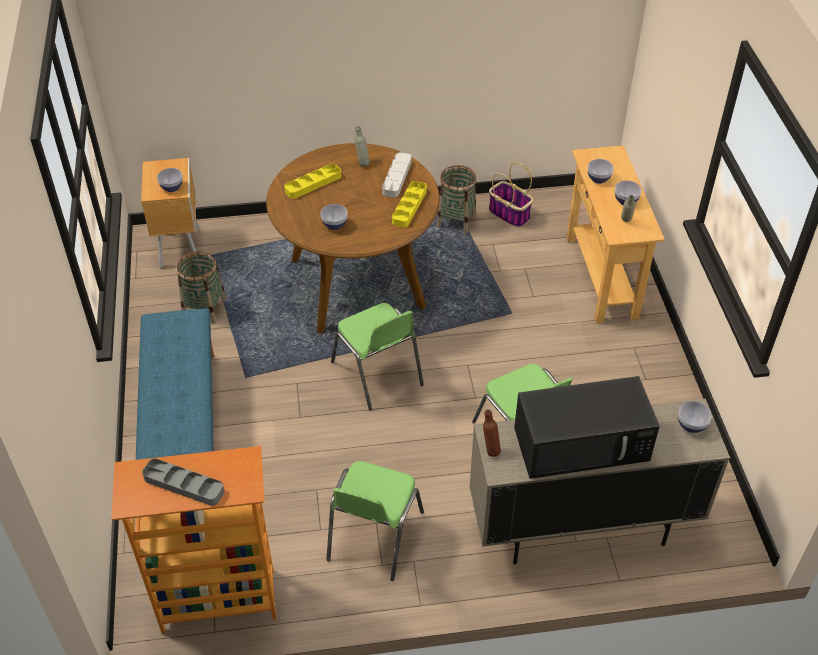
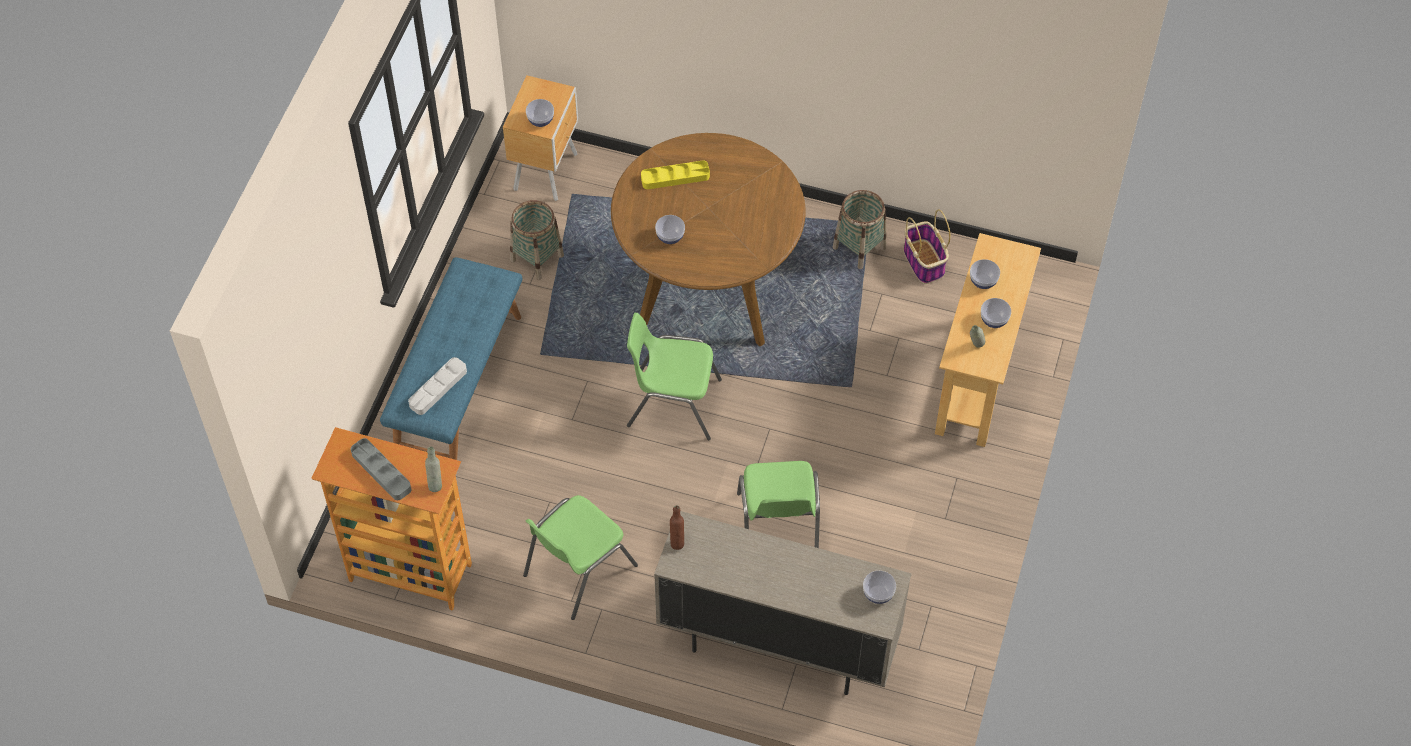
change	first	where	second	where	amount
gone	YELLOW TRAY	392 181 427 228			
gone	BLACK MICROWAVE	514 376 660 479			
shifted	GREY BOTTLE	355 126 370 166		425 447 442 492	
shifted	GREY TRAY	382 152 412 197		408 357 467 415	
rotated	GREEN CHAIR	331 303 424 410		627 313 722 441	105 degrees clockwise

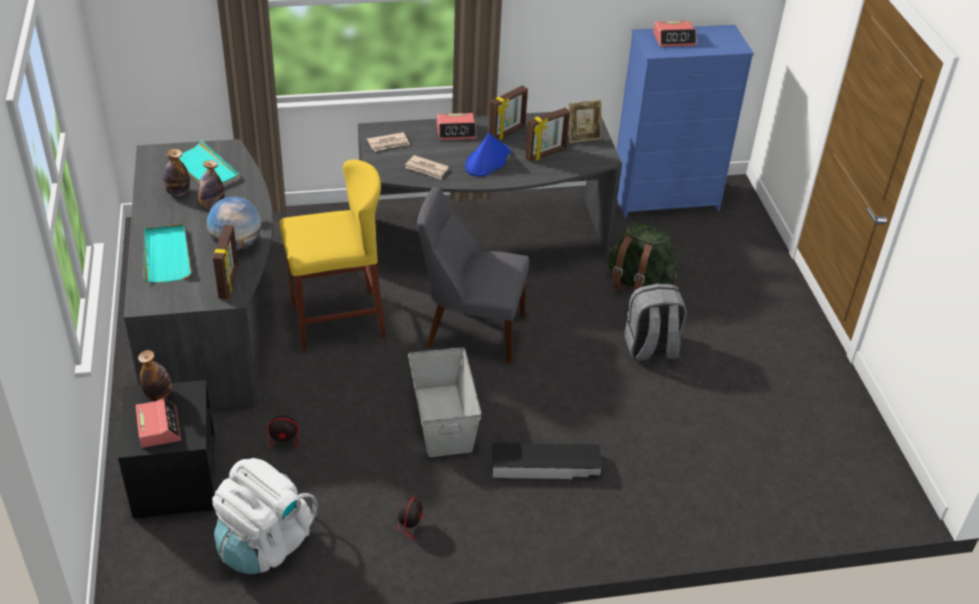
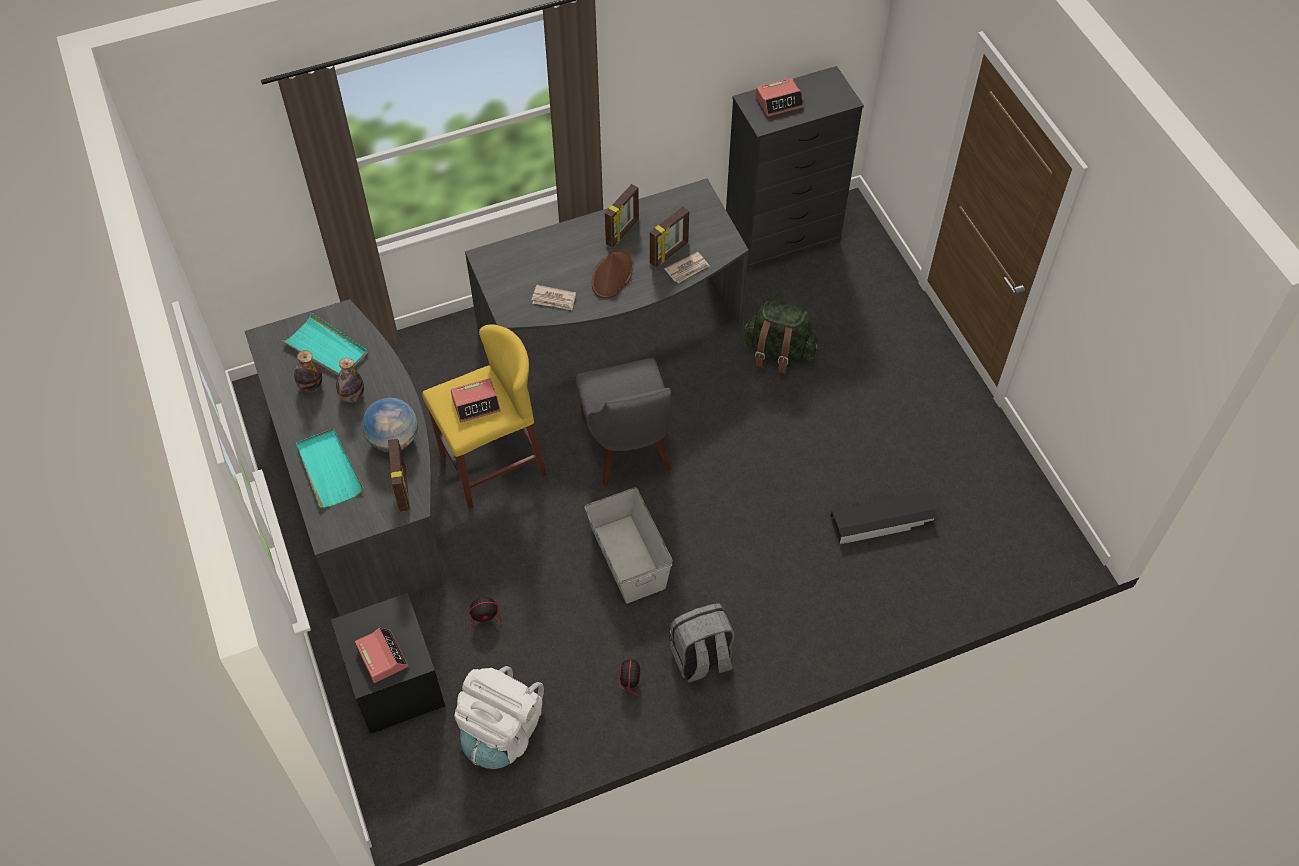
change	first	where	second	where	amount
gone	BOTTLE	138 350 172 401			
gone	PICTURE FRAME	569 100 602 143			
shifted	NEWSPAPER	367 132 410 151		664 252 709 283	
shifted	ALARM CLOCK	437 113 476 140		451 378 501 422	
shifted	BLACK STORAGE BOX	492 443 602 479		830 492 938 545	
shifted	GREY BACKPACK	624 284 687 361		669 603 734 683	
repainted	BLUE HAT	465 133 510 176	BROWN HAT	592 250 634 298	
repainted	BLUE DRESSER	616 25 754 218	BLACK DRESSER	726 66 864 272	
rotated	GREY CHAIR	417 187 529 363		576 358 672 486	105 degrees counterclockwise

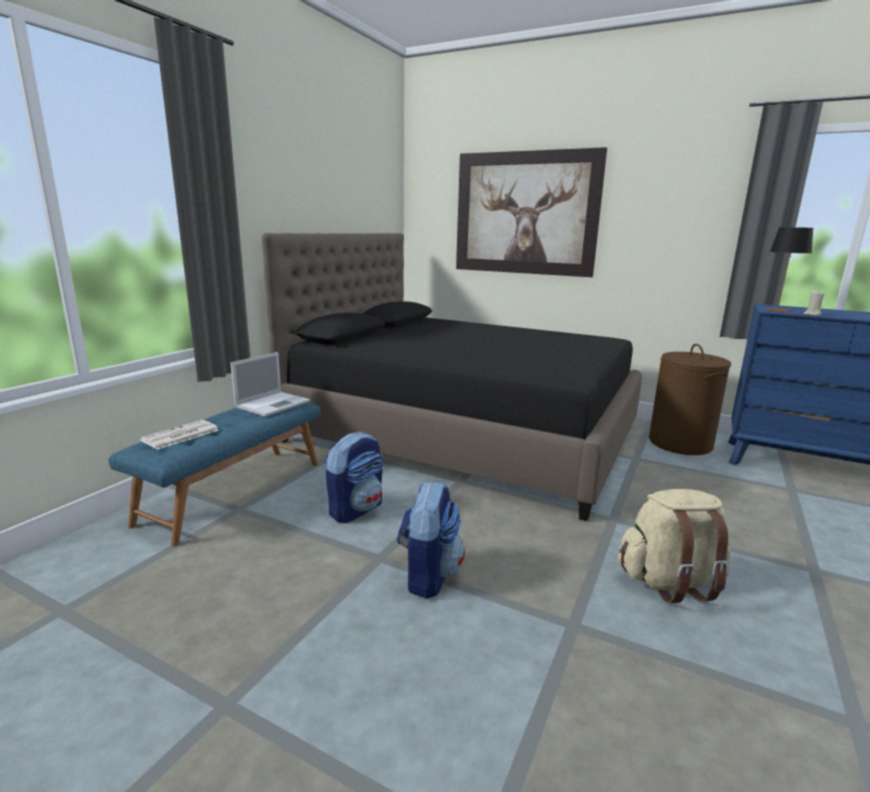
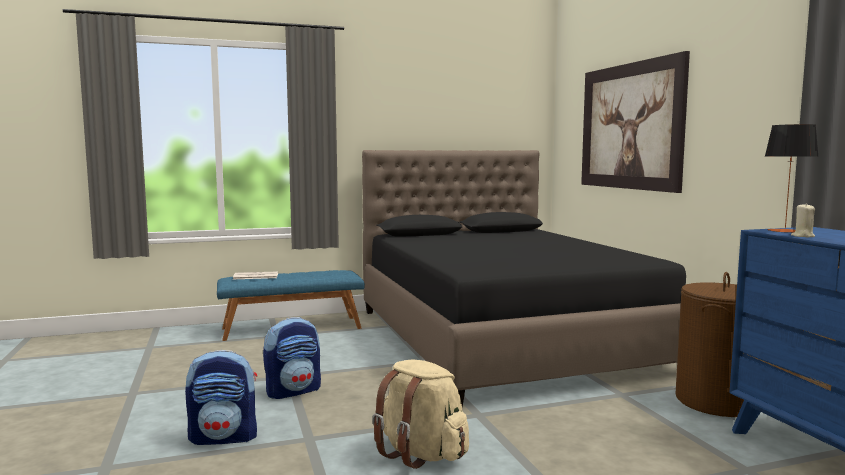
change	first	where	second	where	amount
gone	LAPTOP	230 352 310 417			
shifted	BACKPACK	325 432 383 523		185 350 257 445	

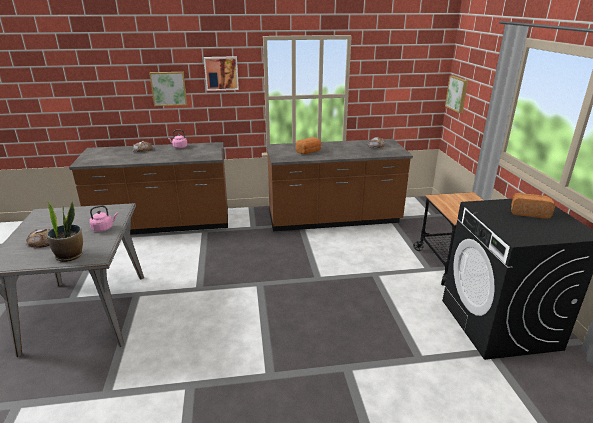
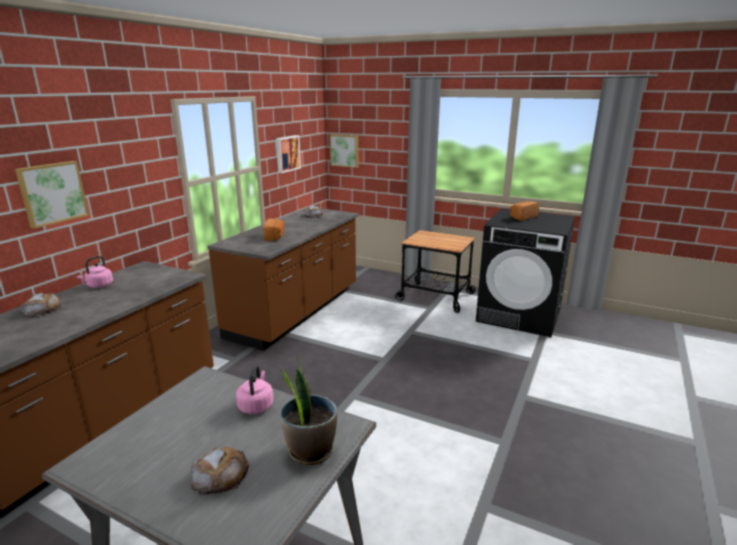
change	first	where	second	where	amount
shifted	PICTURE	204 56 239 91		276 135 301 173	

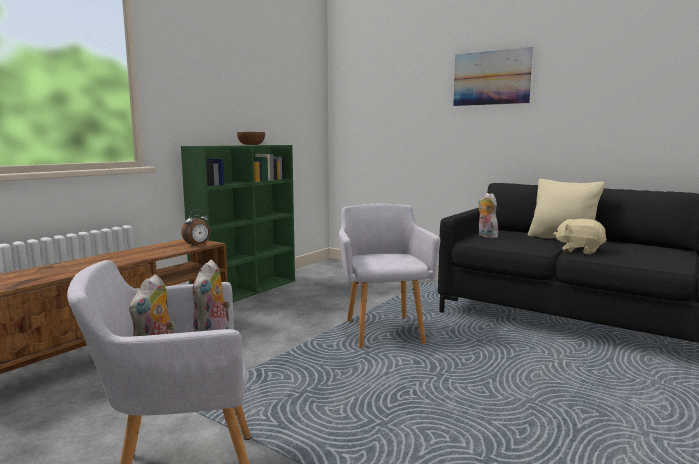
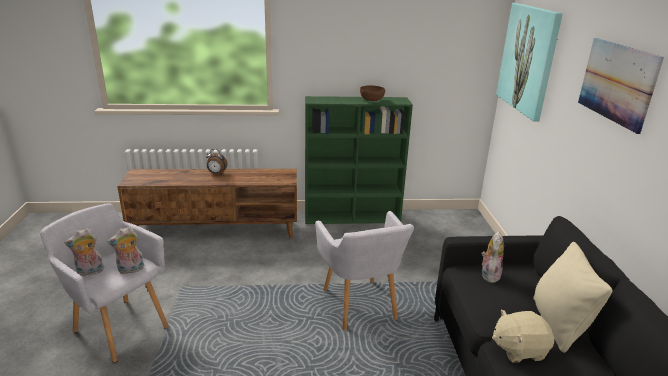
change	first	where	second	where	amount
new			PICTURE	496 3 563 121	
shifted	ALARM CLOCK	181 209 210 247		206 149 228 174	
rotated	GREY ARMCHAIR	339 204 440 348		315 211 414 330	120 degrees clockwise
rotated	BEIGE PLUSH TOY	554 219 607 254		492 309 554 363	90 degrees counterclockwise

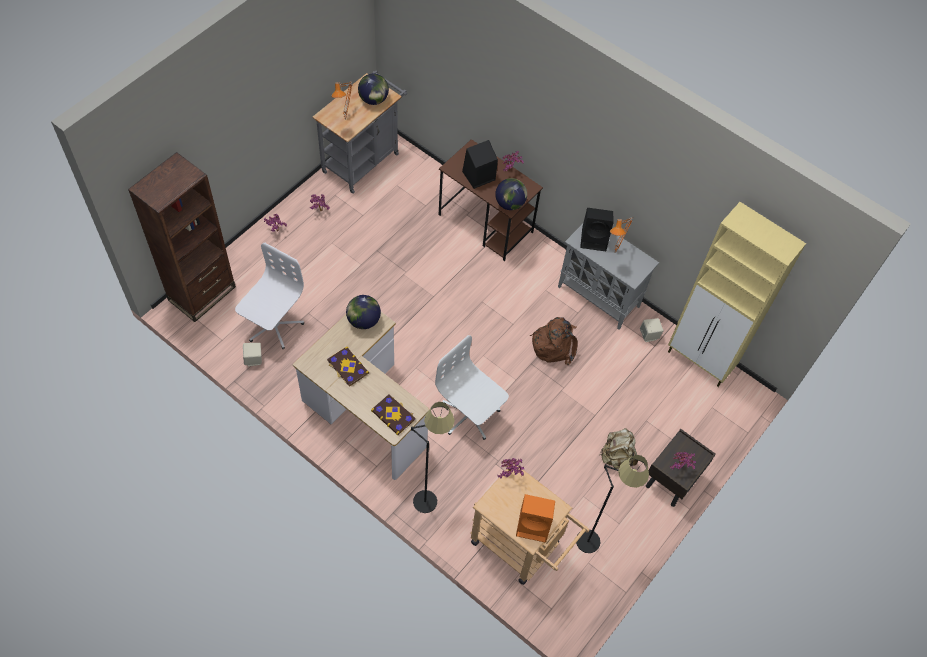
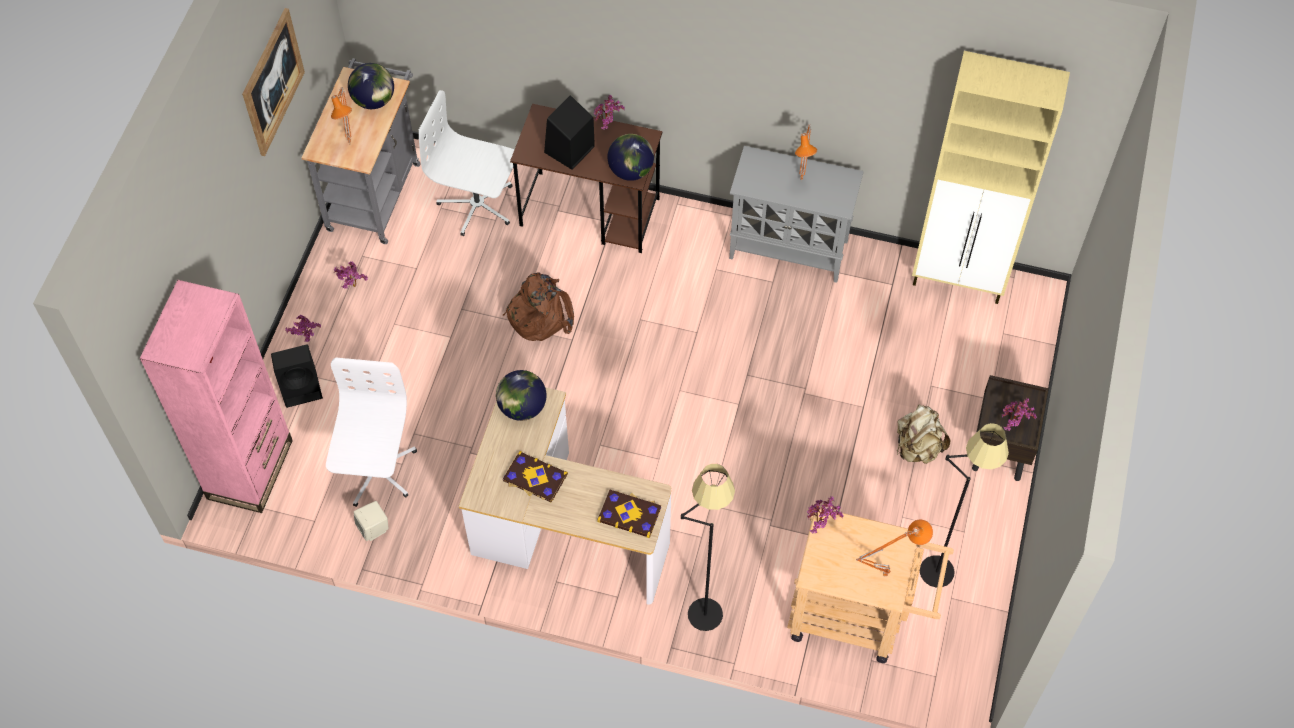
change	first	where	second	where	amount
gone	BEIGE SPEAKER	640 318 664 342			
new			PICTURE	242 8 305 156	
shifted	WHITE OFFICE CHAIR	435 335 509 440		419 90 514 236	
shifted	BROWN BACKPACK	530 317 578 365		503 272 574 341	
shifted	BLACK SPEAKER	580 208 614 251		271 344 323 408	
swapped	ORANGE SPEAKER	516 494 555 543	ORANGE TABLE LAMP	856 520 933 577	
repainted	BROWN BOOKCASE	128 152 236 322	PINK BOOKCASE	140 280 293 513	

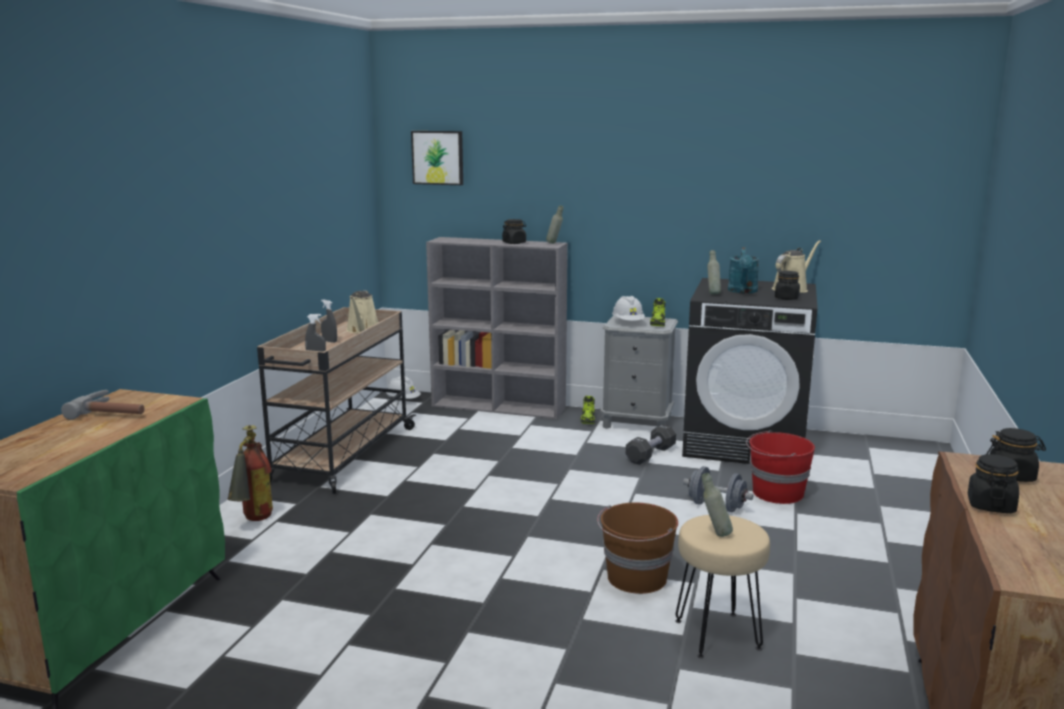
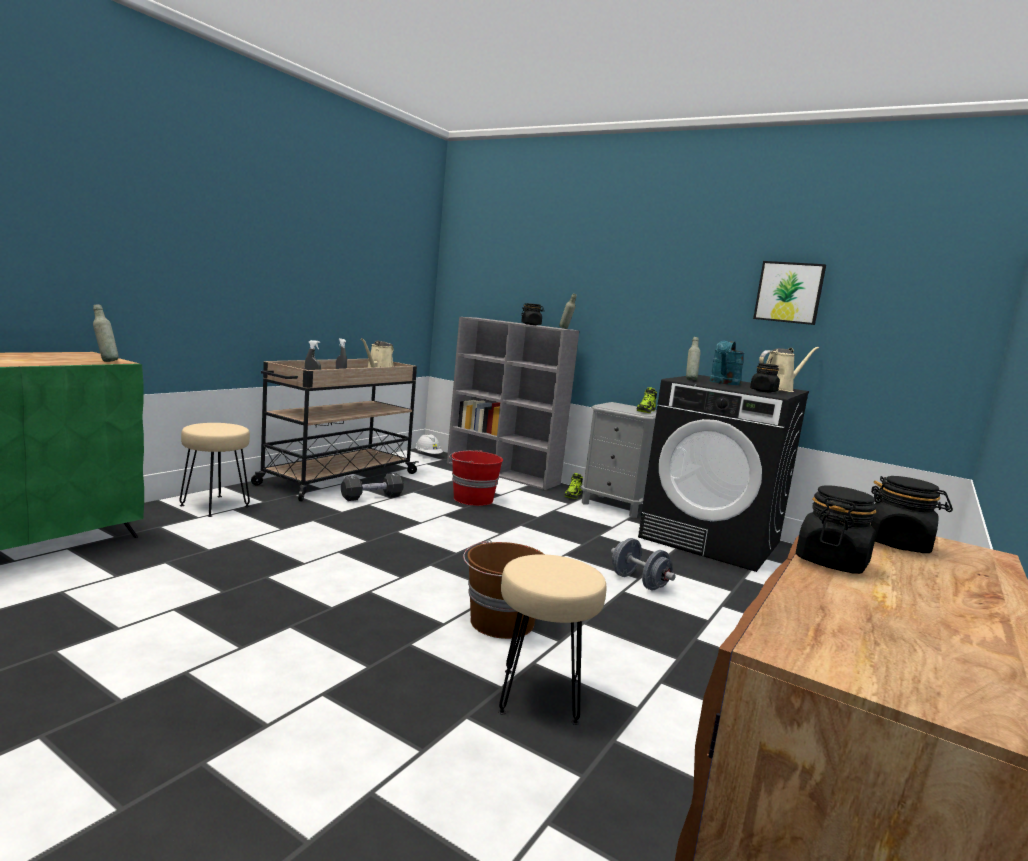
change	first	where	second	where	amount
gone	HAMMER	61 390 144 420			
gone	WHITE HARD HAT	612 296 645 321			
shifted	PICTURE	411 131 463 185		753 261 826 325	
shifted	BLACK DUMBBELL	626 424 676 465		341 473 404 501	
shifted	GREY BOTTLE	702 473 733 537		93 304 119 362	
shifted	RED BUCKET	746 430 815 504		449 450 503 506	
swapped	FIRE EXTINGUISHER	228 425 273 521	BEIGE STOOL	179 423 250 517	

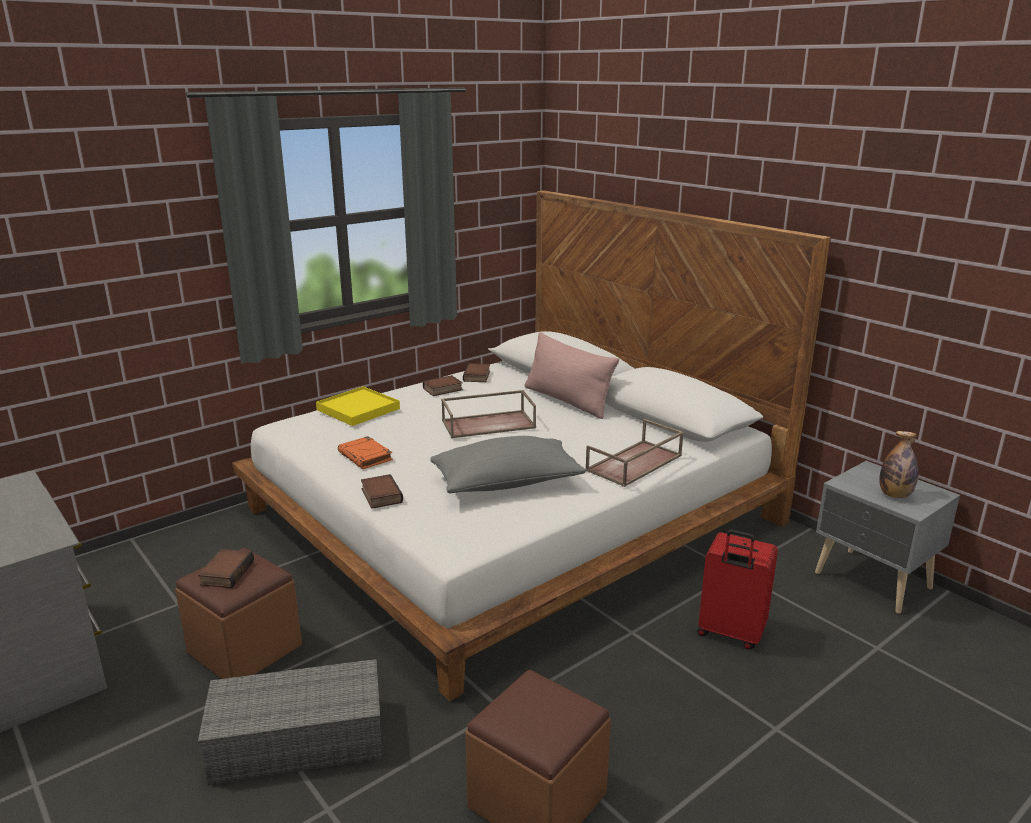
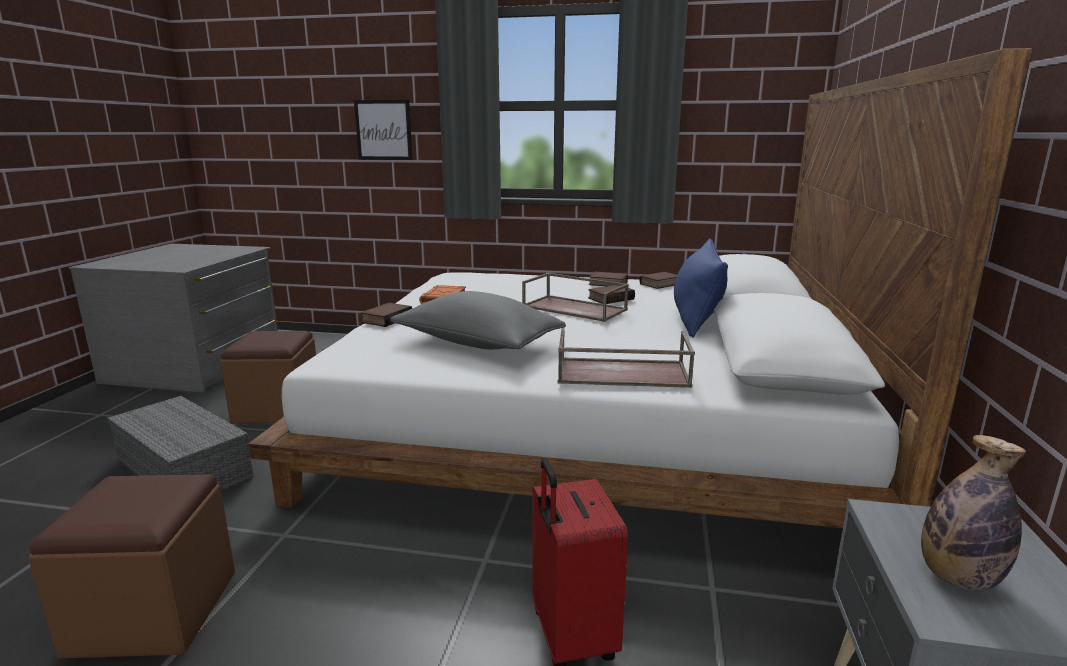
change	first	where	second	where	amount
gone	YELLOW TRAY	316 386 400 426			
new			PICTURE	354 100 412 160	
shifted	BOOK	198 549 254 588		588 285 635 304	
repainted	PINK PILLOW	525 332 619 419	BLUE PILLOW	674 238 728 338	

